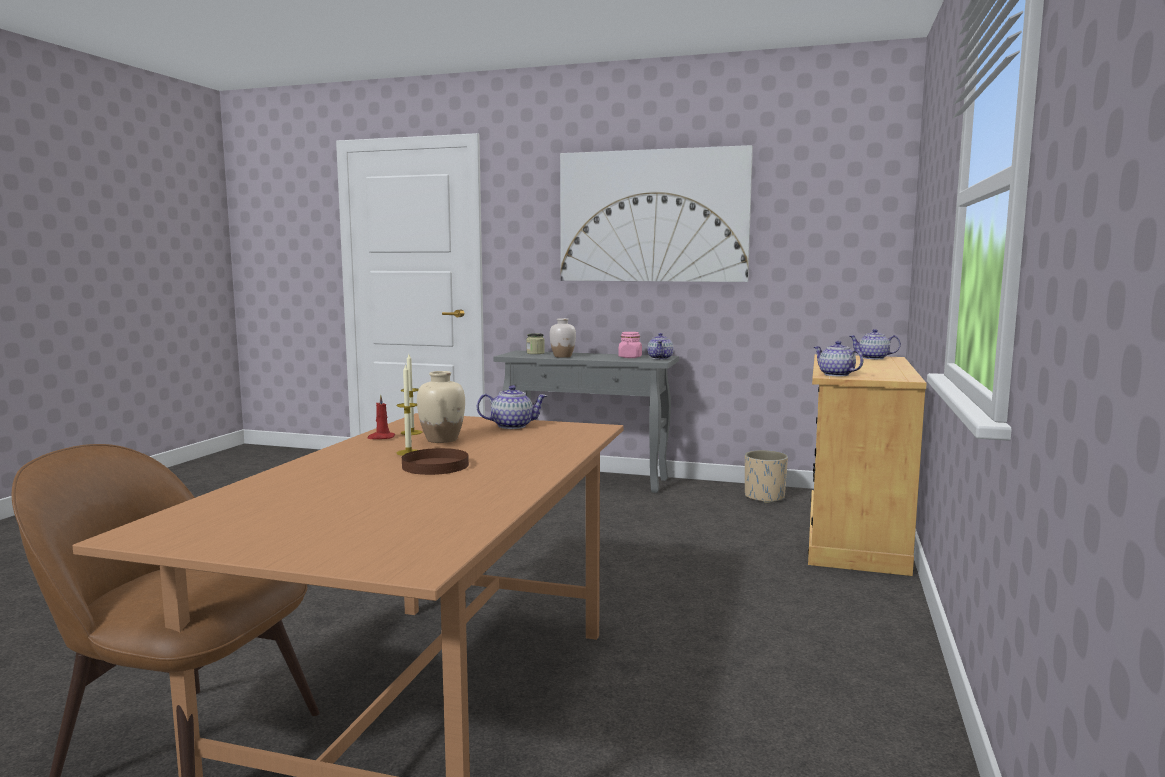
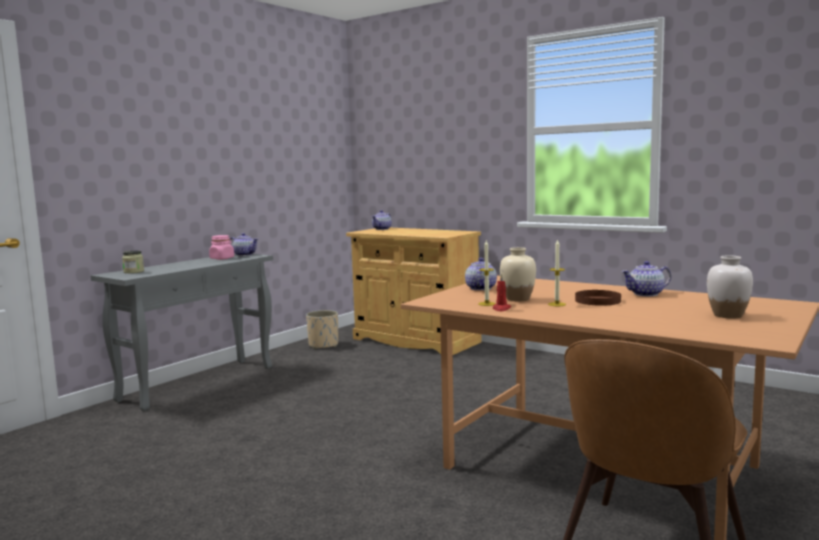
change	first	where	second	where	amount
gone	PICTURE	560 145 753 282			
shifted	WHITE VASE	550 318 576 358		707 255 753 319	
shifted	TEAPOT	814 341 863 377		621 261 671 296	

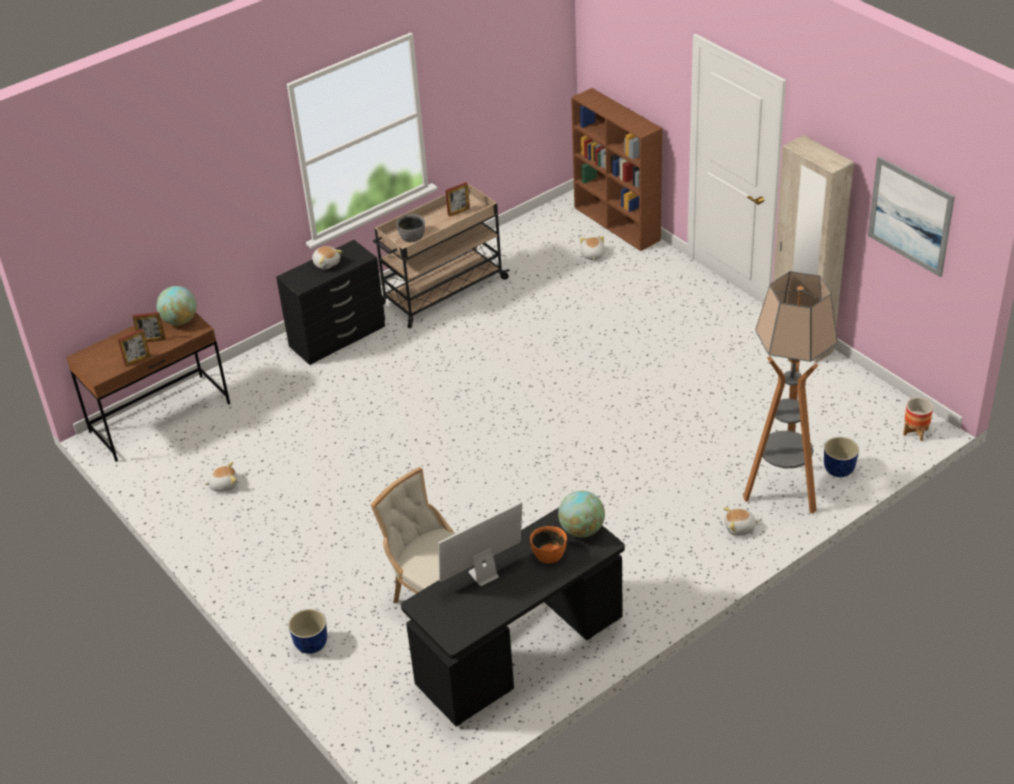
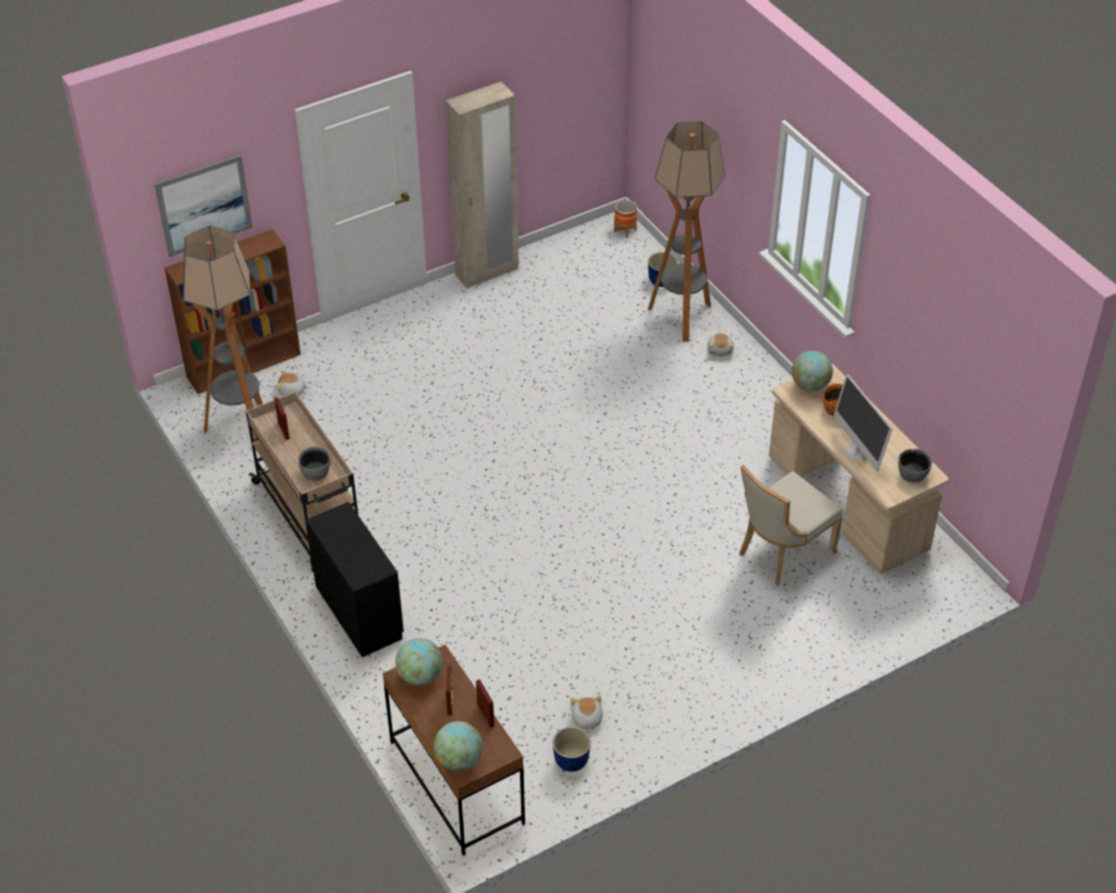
change	first	where	second	where	amount
gone	PLUSH TOY	312 246 342 269			
new			FLOOR LAMP	183 226 263 439	
new			GLOBE	434 721 483 771	
new			GREY BOWL	898 449 932 483	
shifted	PLANTER	288 609 327 654		553 727 591 772	
shifted	PICTURE	868 157 955 277		155 155 253 257	
repainted	BLACK DESK	401 508 625 727	BEIGE DESK	769 364 949 574	

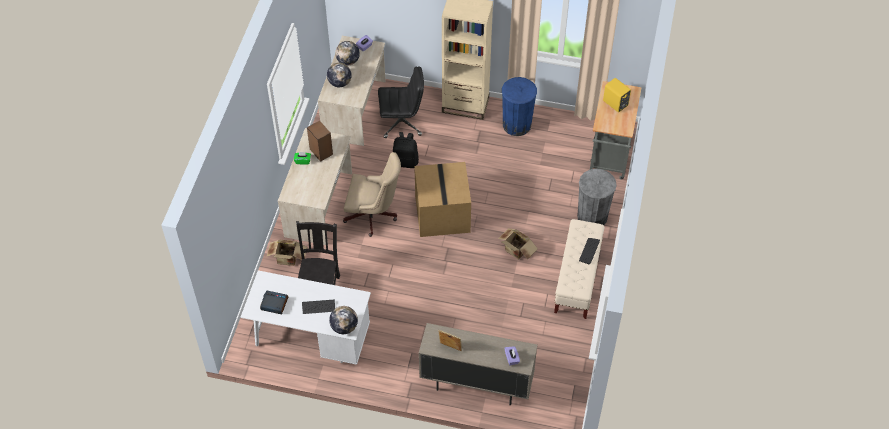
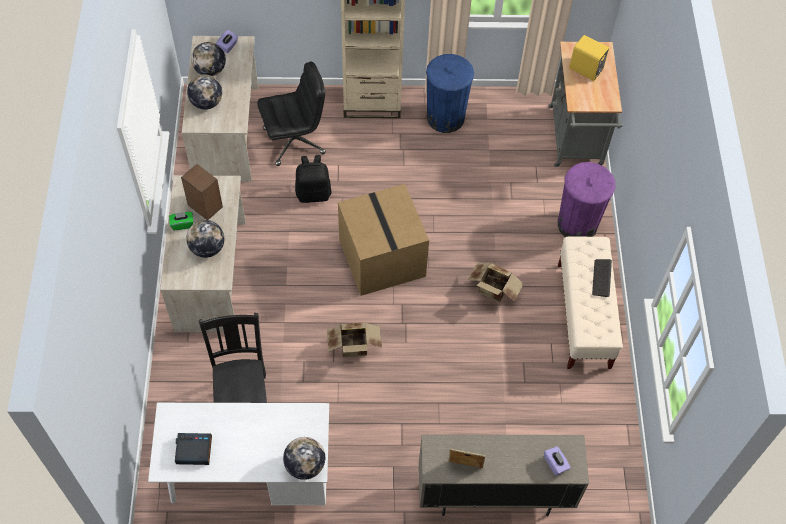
change	first	where	second	where	amount
gone	KEYBOARD	302 300 335 314			
gone	BEIGE OFFICE CHAIR	343 152 401 237			
new			GLOBE	186 220 224 258	
shifted	CARDBOARD BOX	267 240 307 266		327 322 382 357	
repainted	GREY TRASH CAN	577 169 617 225	PURPLE TRASH CAN	558 162 616 237	

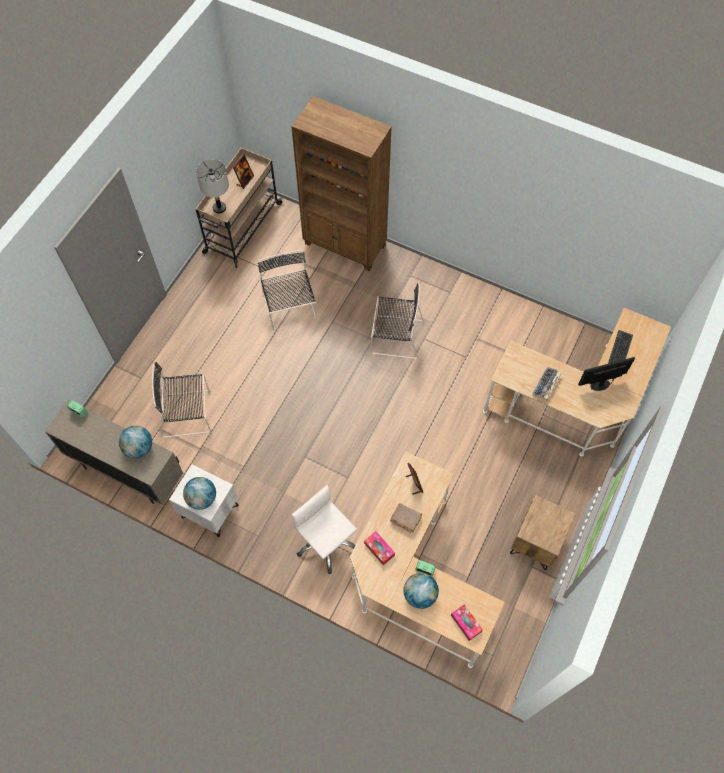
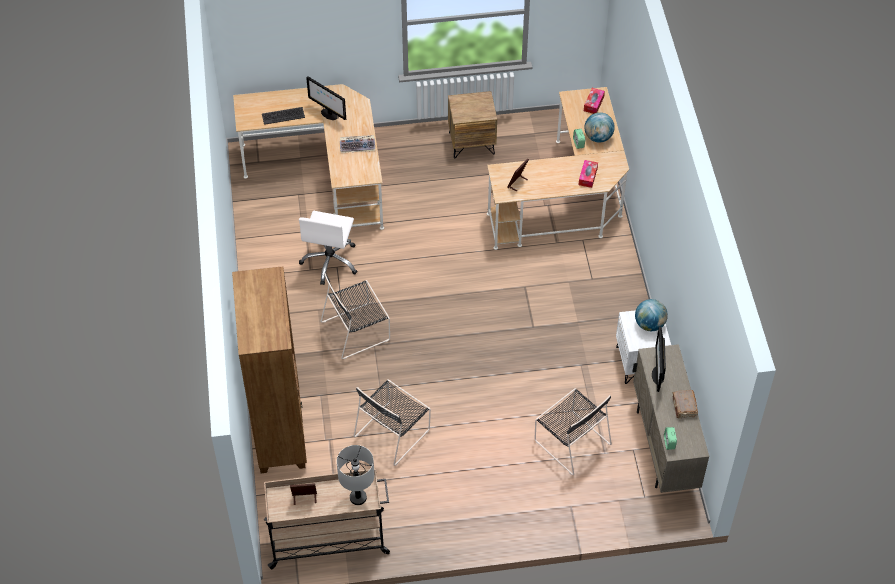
change	first	where	second	where	amount
shifted	WHITE OFFICE CHAIR	292 485 357 574		299 211 358 285	
shifted	BROWN BOOK	390 503 422 533		672 390 698 418	
swapped	GLOBE	119 426 152 458	MONITOR	652 327 666 392	
rotated	BLACK CHAIR	371 283 423 360		321 273 390 359	90 degrees counterclockwise

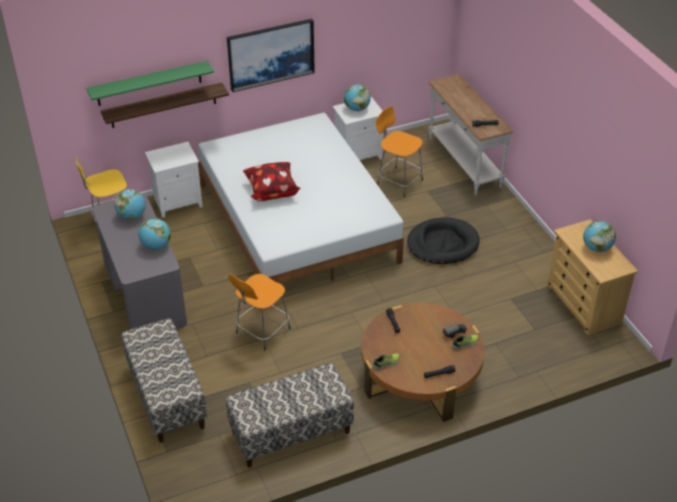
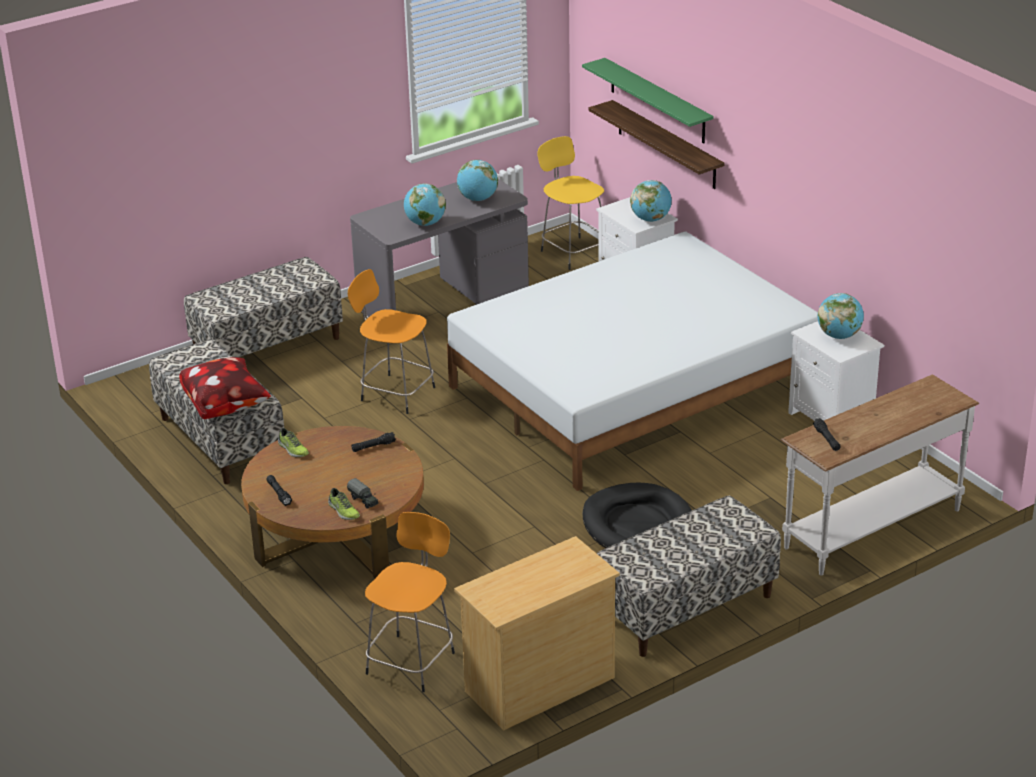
change	first	where	second	where	amount
gone	PICTURE	227 19 315 92			
new			BENCH	597 496 781 657	
shifted	PILLOW	243 162 300 202		179 357 271 419	
shifted	ORANGE STOOL	376 106 423 197		365 512 455 692	
shifted	GLOBE	583 221 616 252		630 180 672 222	

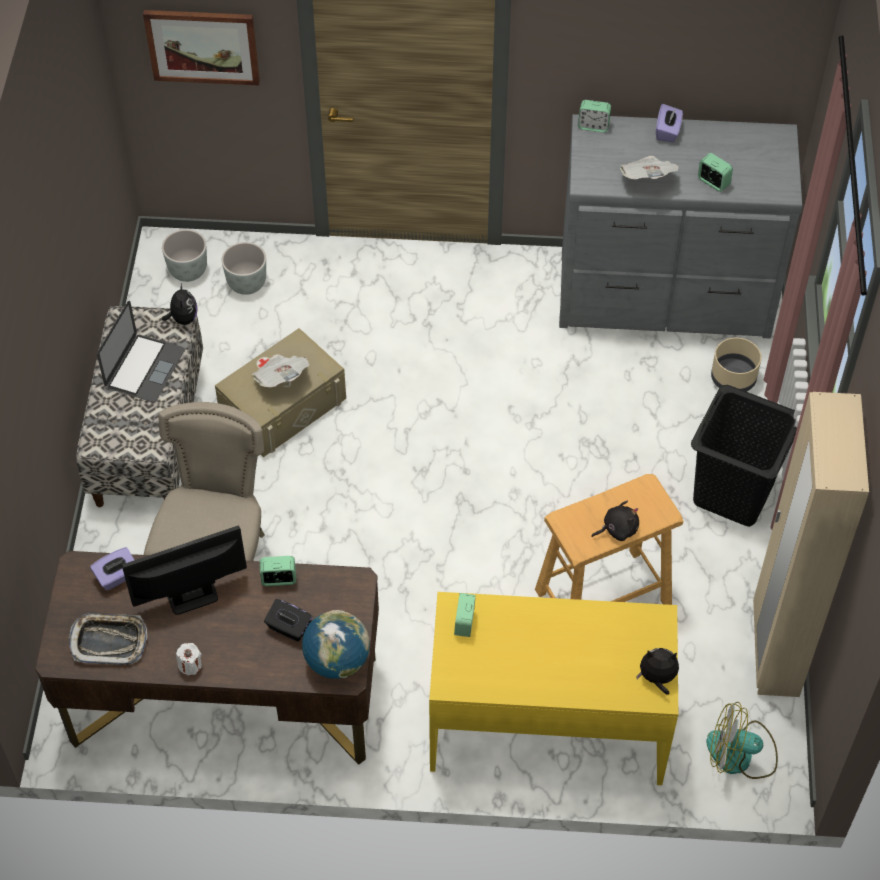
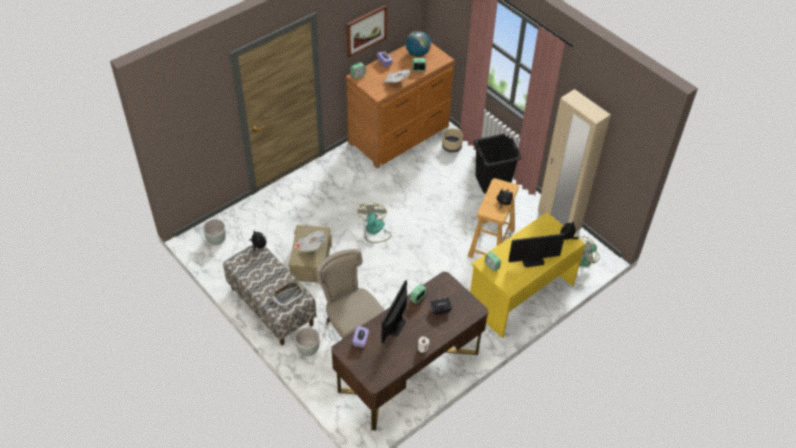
change	first	where	second	where	amount
gone	LAPTOP	97 301 185 402			
new			FAN	357 203 392 243	
new			MONITOR	508 234 565 267	
shifted	TRAY	69 613 148 665		270 279 305 307	
shifted	PICTURE	143 10 260 85		346 5 387 57	
shifted	GREY PLANTER	222 242 266 295		295 327 320 356	
shifted	GLOBE	302 610 370 679		406 31 431 57	
repainted	GREY DRESSER	559 114 803 339	BROWN DRESSER	346 43 455 168	

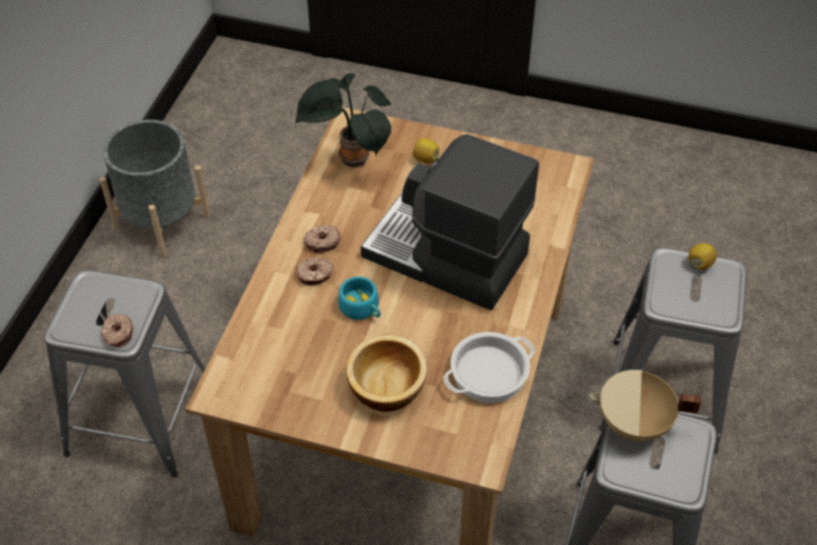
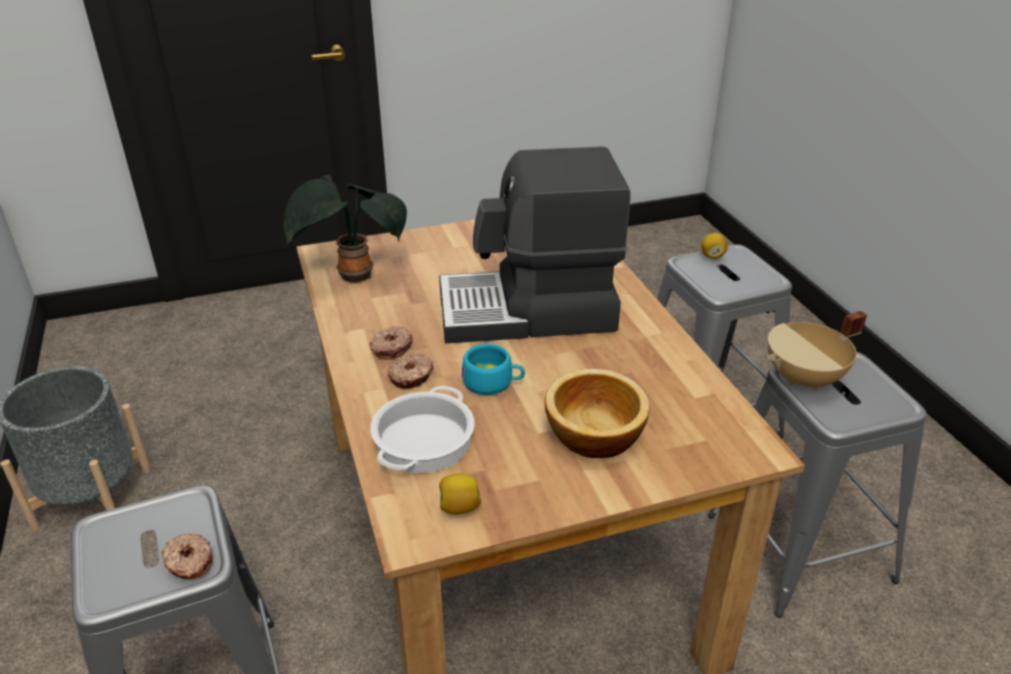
change	first	where	second	where	amount
shifted	LEMON	412 138 439 163		439 473 482 514	
shifted	COOKING POT	443 332 535 403		370 386 474 473	

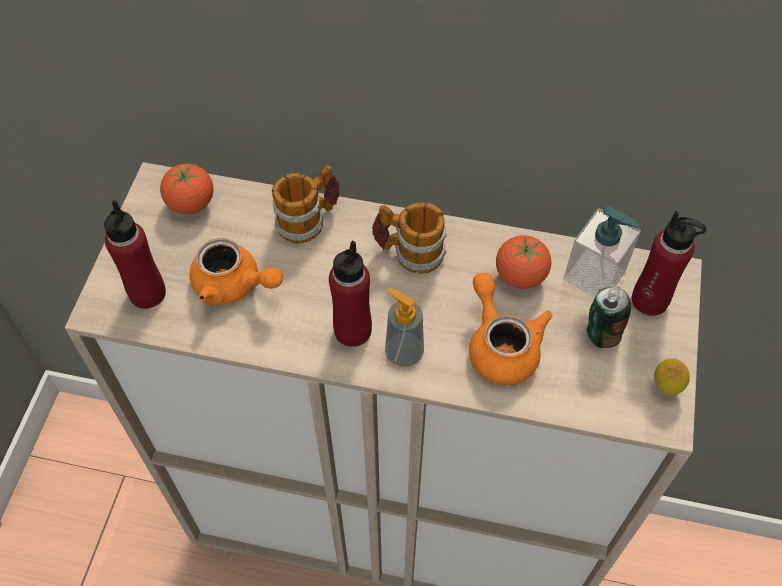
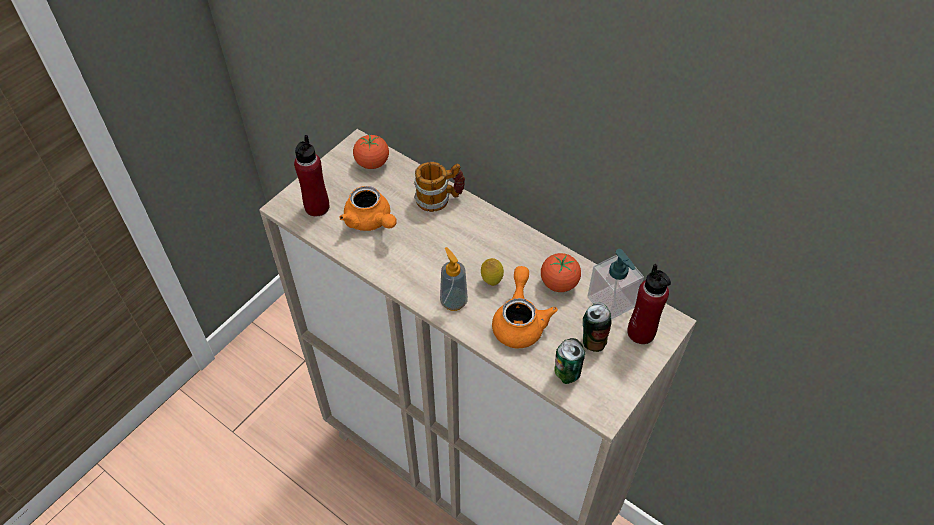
change	first	where	second	where	amount
gone	RED BOTTLE	329 241 372 347			
gone	MUG	372 202 447 274			
new			CAN	554 338 586 384	
shifted	LEMON	654 358 690 396		481 258 504 286	

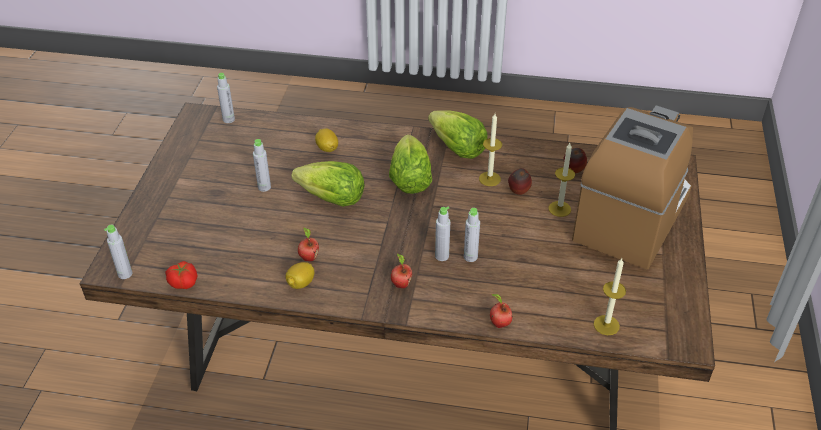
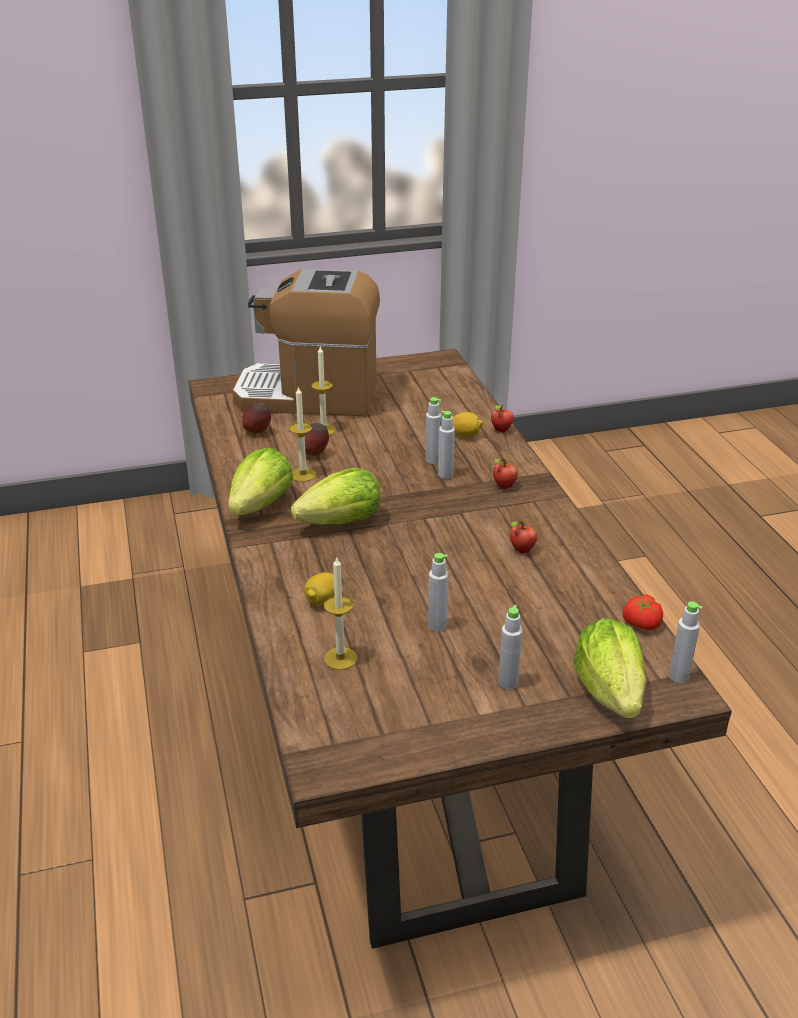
change	first	where	second	where	amount
shifted	GREY BOTTLE	217 73 235 123		498 605 523 690	
shifted	LEMON	286 262 314 289		453 412 483 438	
shifted	LETTUCE	291 161 365 207		573 618 646 718	
shifted	CANDLE	594 258 626 335		324 556 357 670	

